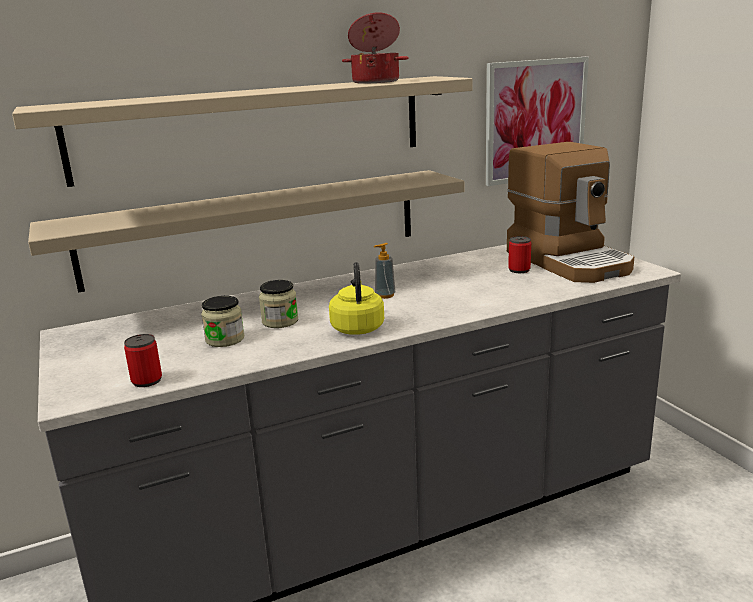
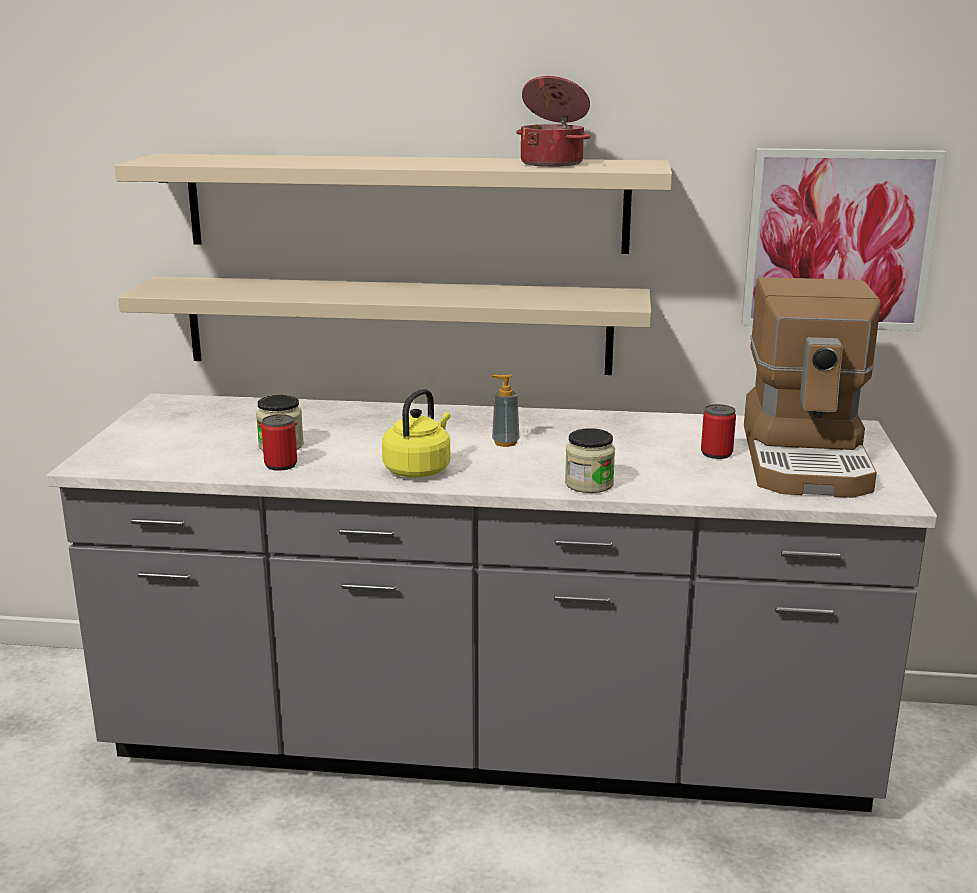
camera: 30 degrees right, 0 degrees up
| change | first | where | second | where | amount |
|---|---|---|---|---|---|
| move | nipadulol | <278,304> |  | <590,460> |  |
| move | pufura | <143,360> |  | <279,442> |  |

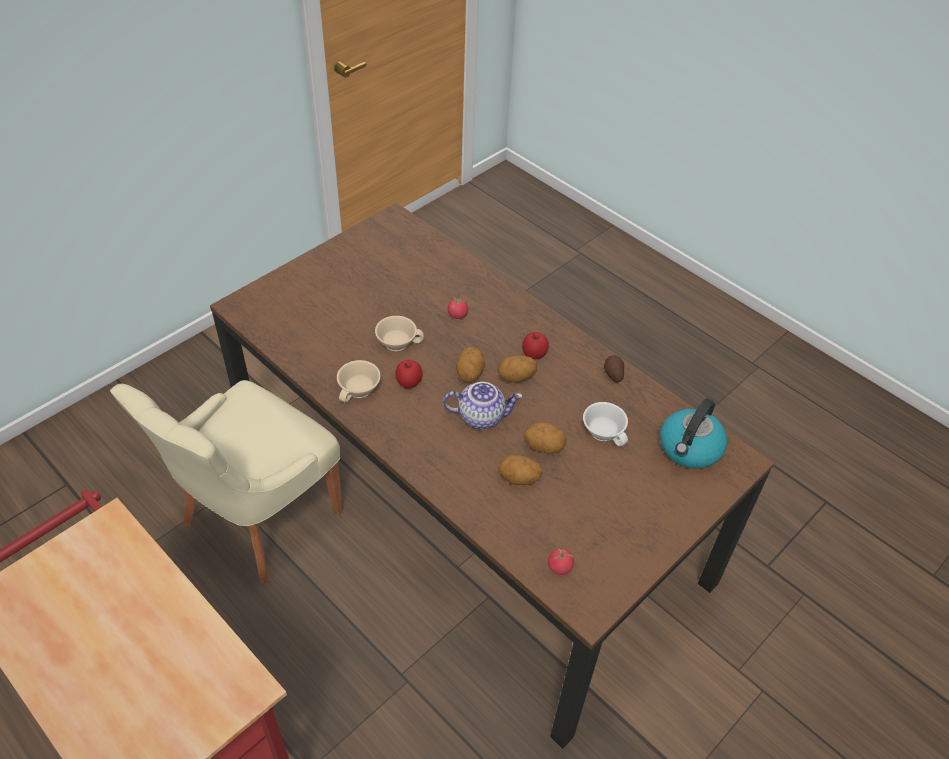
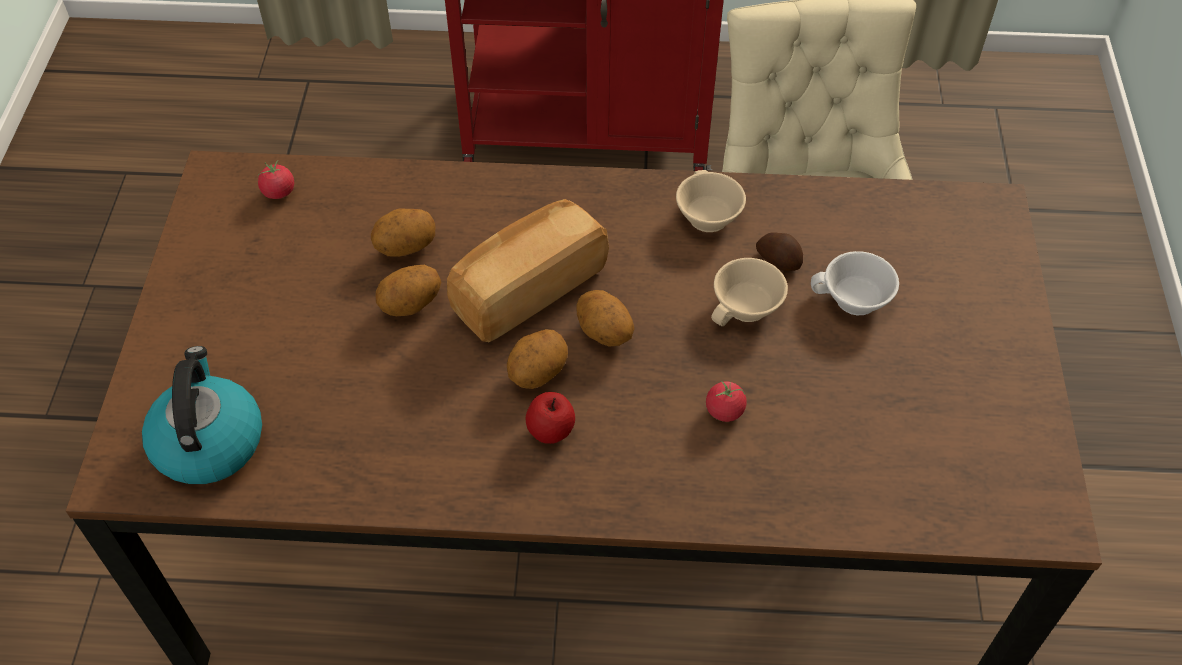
camera: 140 degrees right, 5 degrees up
| change | first | where | second | where | amount |
|---|---|---|---|---|---|
| move | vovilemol | <614,368> |  | <779,251> |  |
| delete | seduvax | <409,374> |  |  |  |
| replace | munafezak | <483,405> | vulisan | <528,270> |  |
| move | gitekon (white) | <605,424> |  | <855,283> |  |

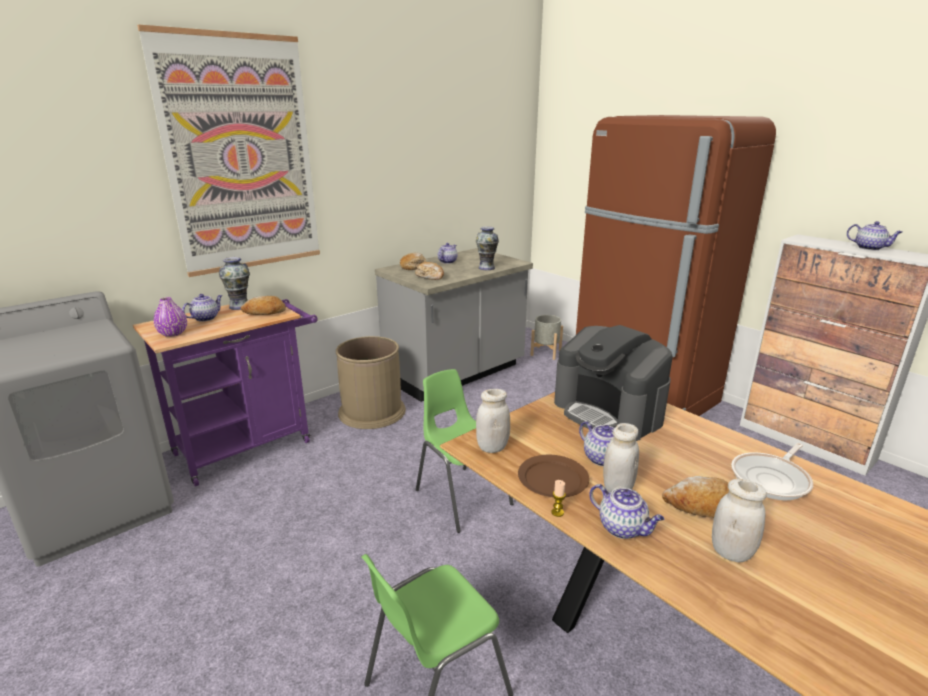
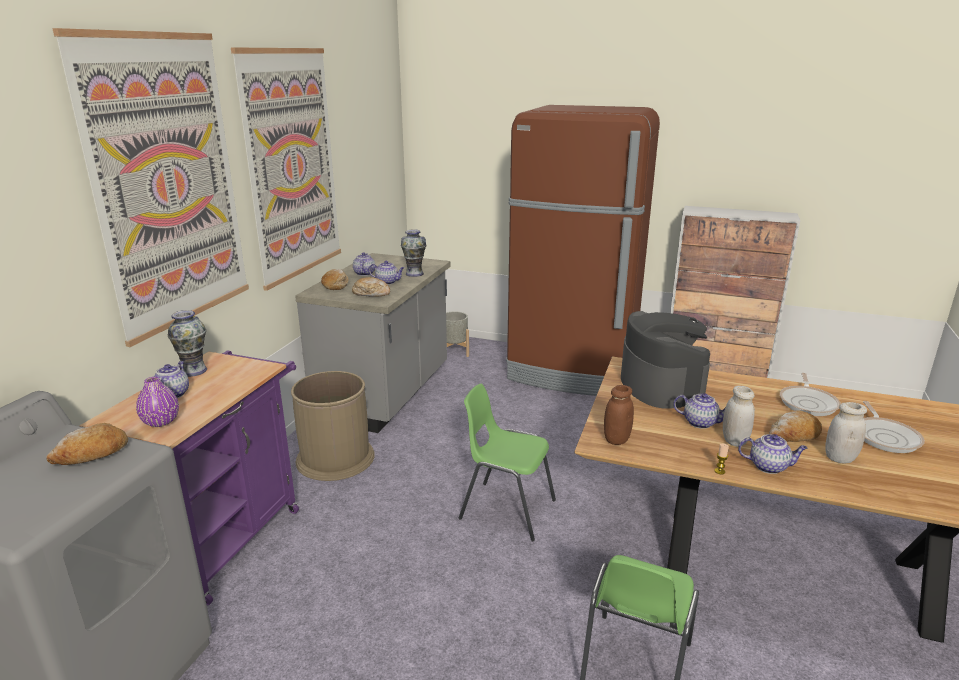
camera: 30 degrees left, 0 degrees up
| change | first | where | second | where | amount |
|---|---|---|---|---|---|
| move | munafezak | <875,235> |  | <387,273> |  |
| move | vulisan | <263,305> |  | <87,444> |  |
| rotate | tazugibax | <613,383> |  | <665,360> | 120 degrees counterclockwise |
| recolor | nipadulol (white) | <493,421> | nipadulol (brown) | <619,415> |  |
| delete | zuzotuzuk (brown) | <553,476> |  |  |  |
| insert |  |  | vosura | <286,169> |  |
| insert |  |  | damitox | <894,427> |  |

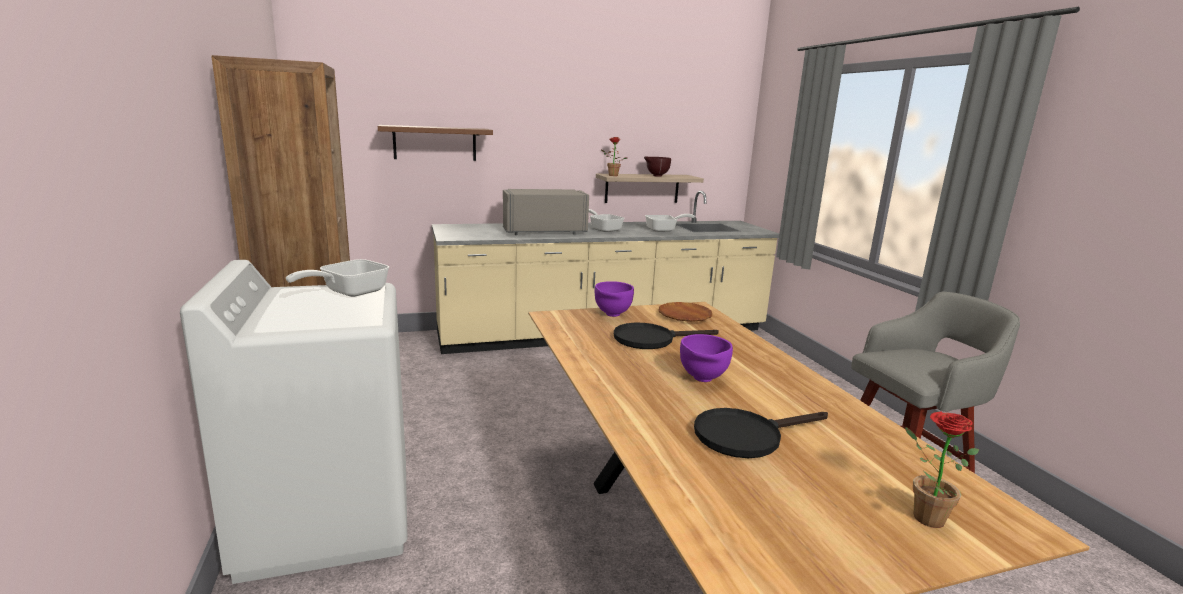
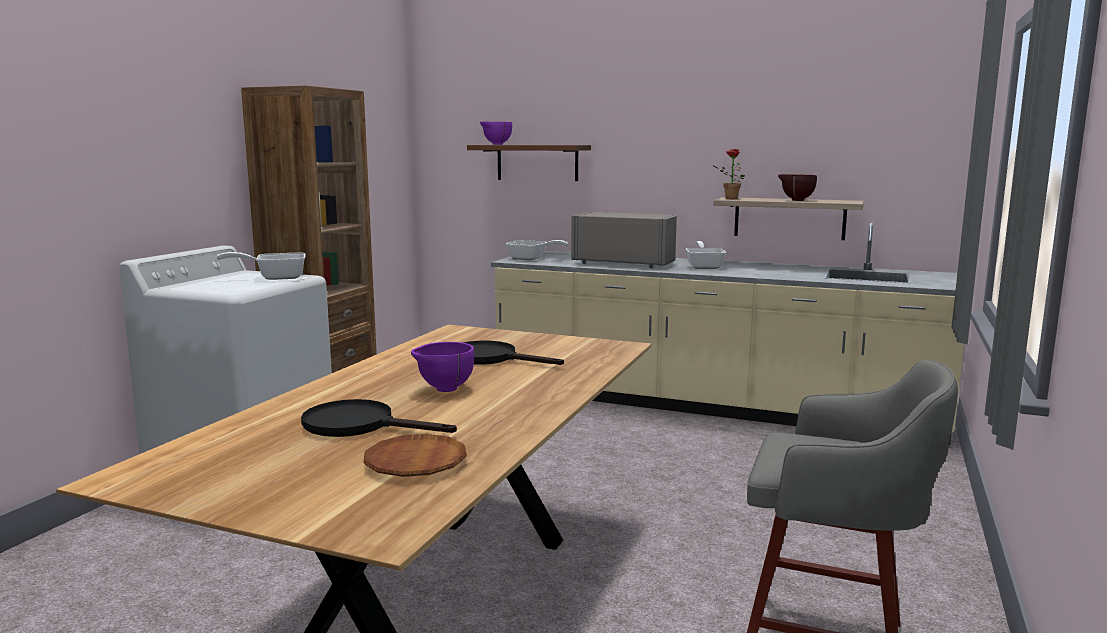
camera: 40 degrees right, 5 degrees down
| change | first | where | second | where | amount |
|---|---|---|---|---|---|
| move | damitox | <670,223> |  | <537,250> |  |
| move | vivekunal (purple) | <614,299> |  | <496,133> |  |
| move | zuzotuzuk (brown) | <685,312> |  | <415,455> |  |
| delete | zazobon | <942,470> |  |  |  |

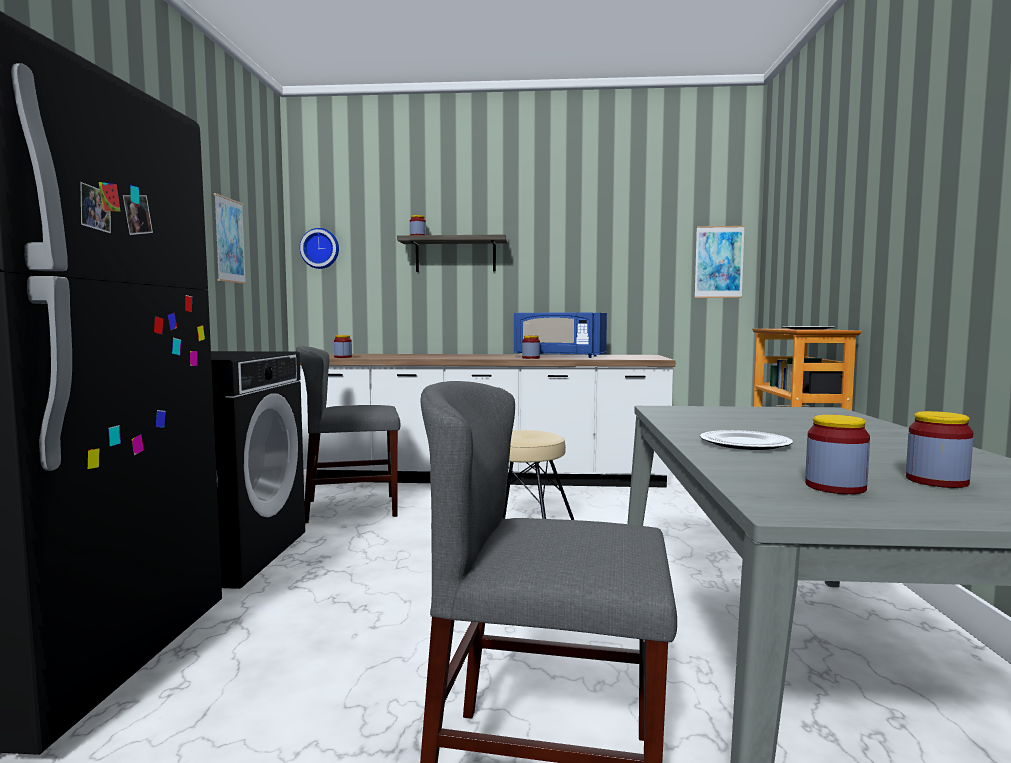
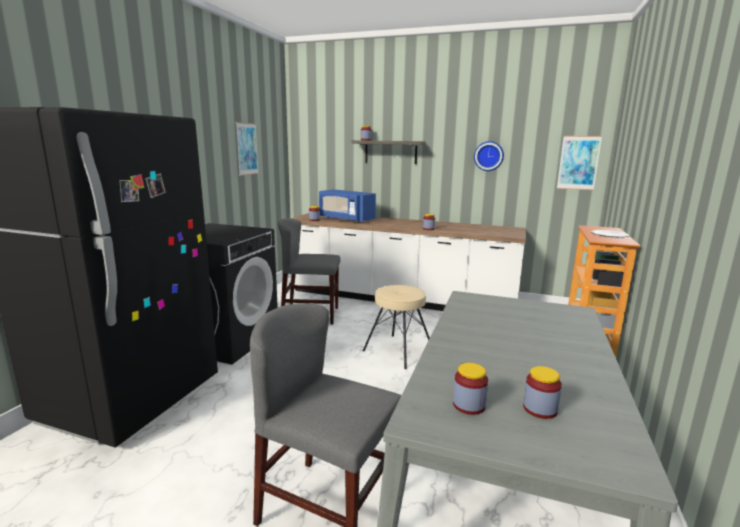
camera: 15 degrees right, 10 degrees up
| change | first | where | second | where | amount |
|---|---|---|---|---|---|
| move | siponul | <319,248> |  | <489,156> |  |
| move | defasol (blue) | <560,335> |  | <347,206> |  |
| delete | zuzotuzuk | <746,440> |  |  |  |

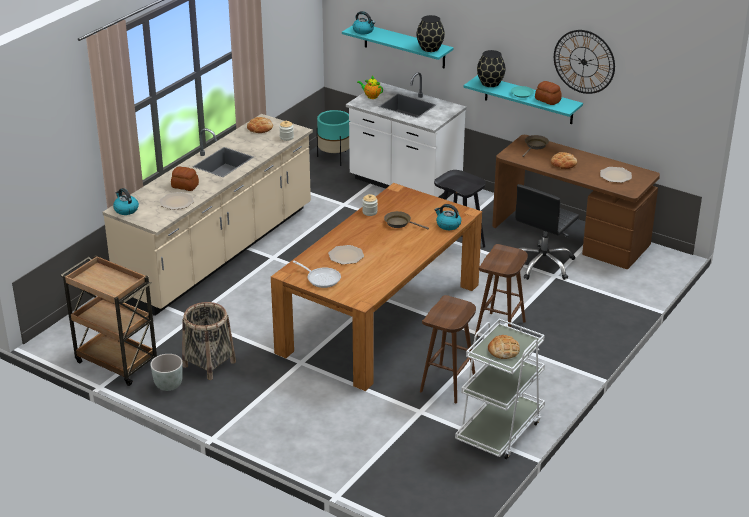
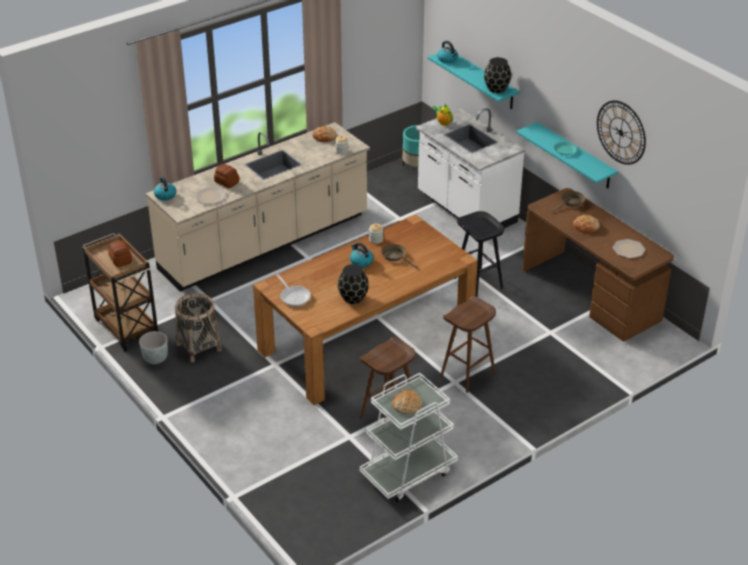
camera: 20 degrees right, 5 degrees up
| change | first | where | second | where | amount |
|---|---|---|---|---|---|
| move | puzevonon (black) | <491,68> |  | <353,284> |  |
| move | vulisan | <548,93> |  | <120,253> |  |
| delete | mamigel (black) | <547,232> |  |  |  |
| move | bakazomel | <448,217> |  | <361,255> |  |
| delete | zuzotuzuk | <346,255> |  |  |  |

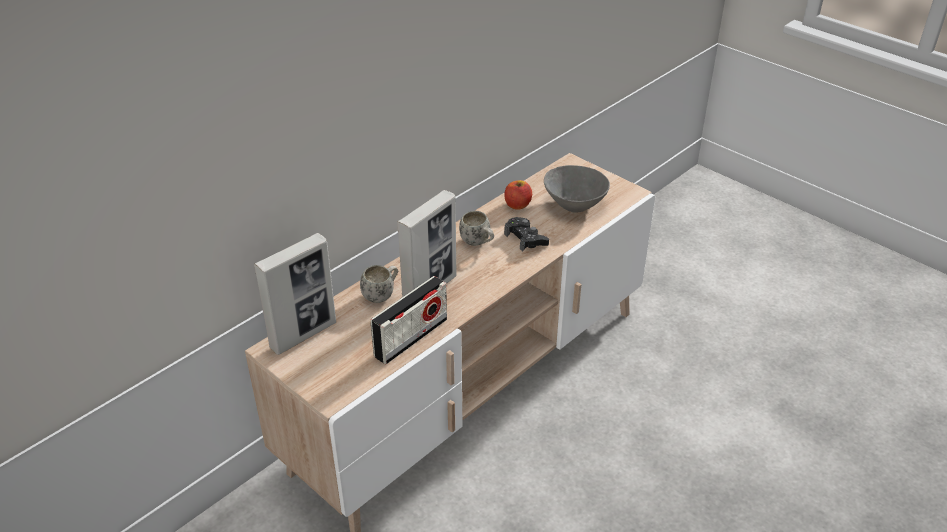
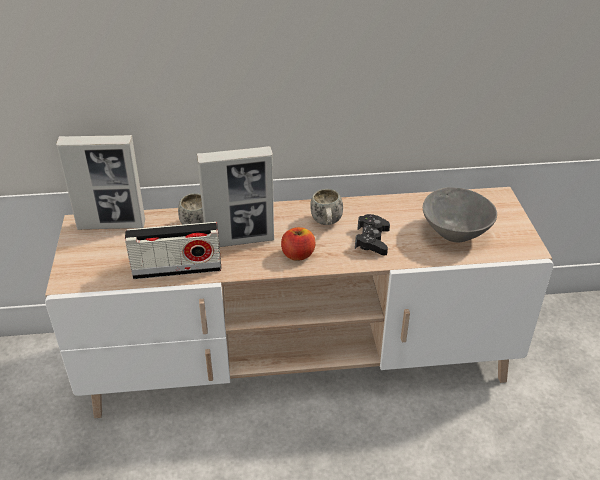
camera: 40 degrees right, 0 degrees up
| change | first | where | second | where | amount |
|---|---|---|---|---|---|
| move | seduvax | <518,195> |  | <298,244> |  |

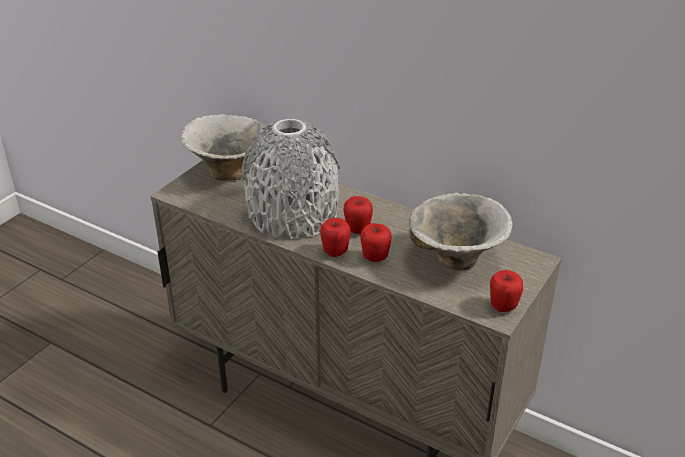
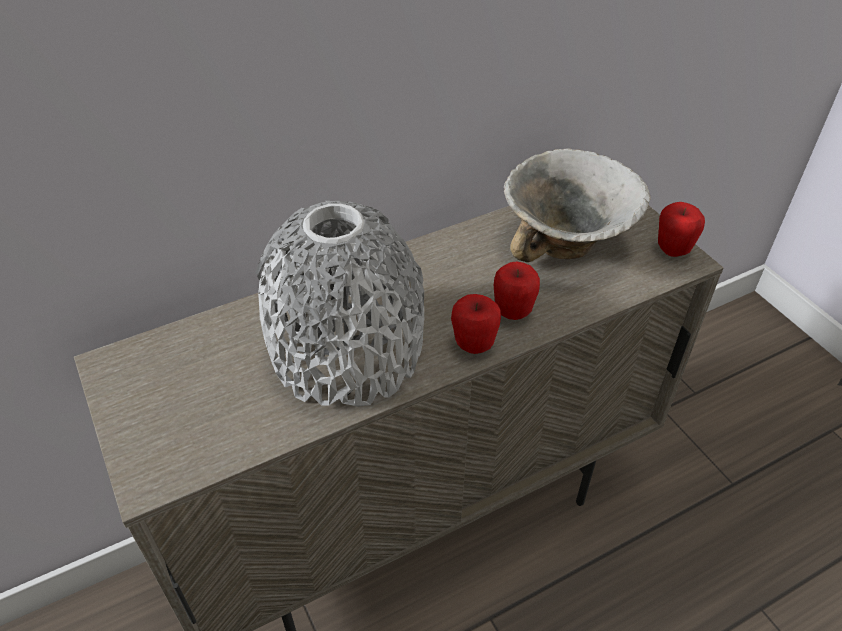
camera: 60 degrees left, 10 degrees up
| change | first | where | second | where | amount |
|---|---|---|---|---|---|
| delete | vivekunal | <225,147> |  |  |  |
| delete | seduvax | <358,215> |  |  |  |

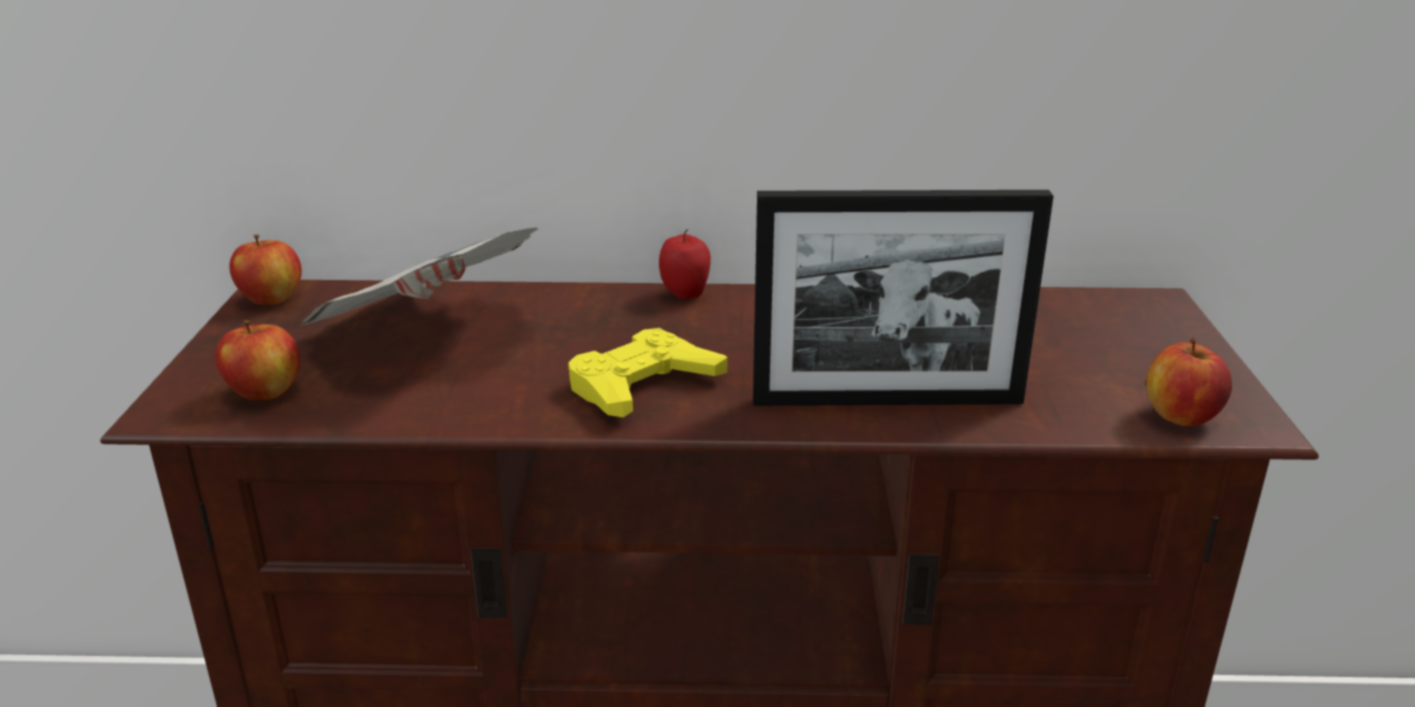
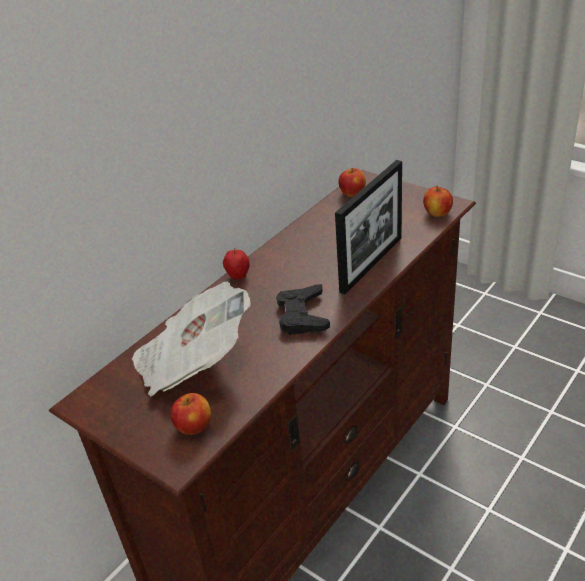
camera: 50 degrees left, 10 degrees up
| change | first | where | second | where | amount |
|---|---|---|---|---|---|
| move | seduvax | <265,269> |  | <352,182> |  |
| recolor | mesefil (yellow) | <647,372> | mesefil (black) | <303,309> |  |

